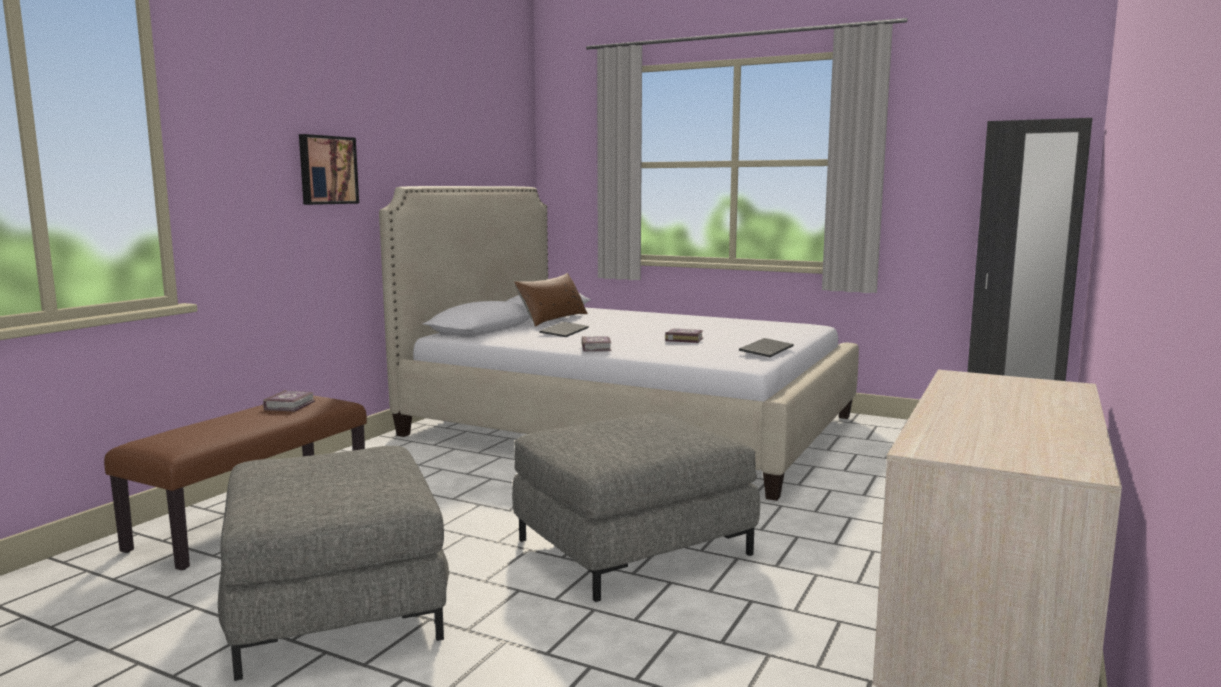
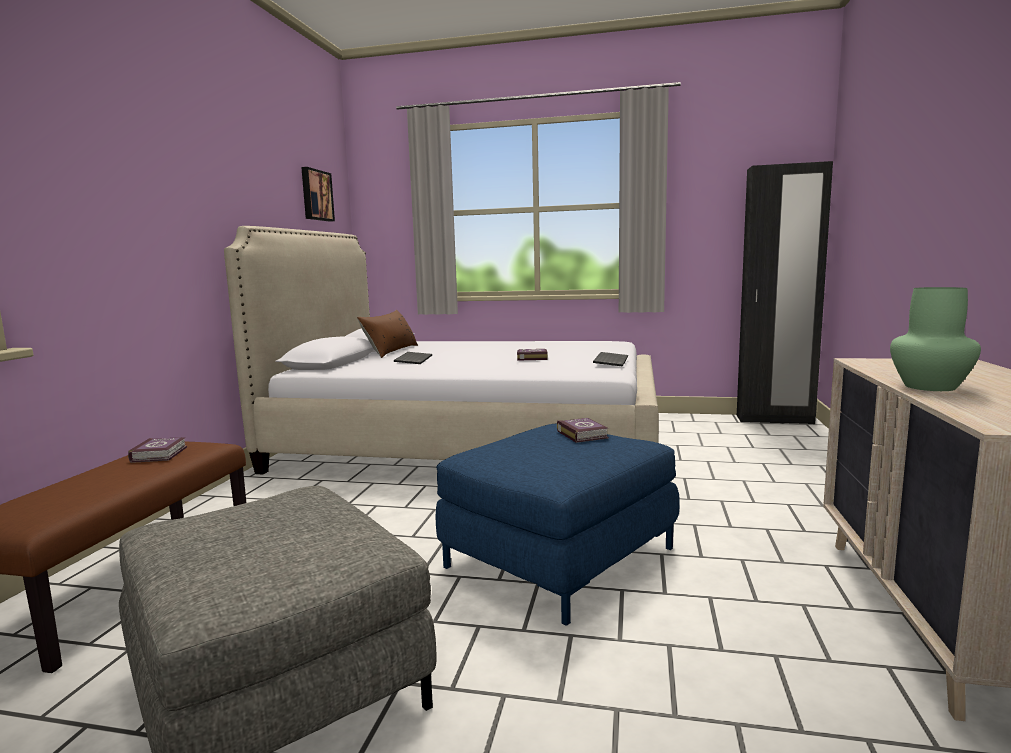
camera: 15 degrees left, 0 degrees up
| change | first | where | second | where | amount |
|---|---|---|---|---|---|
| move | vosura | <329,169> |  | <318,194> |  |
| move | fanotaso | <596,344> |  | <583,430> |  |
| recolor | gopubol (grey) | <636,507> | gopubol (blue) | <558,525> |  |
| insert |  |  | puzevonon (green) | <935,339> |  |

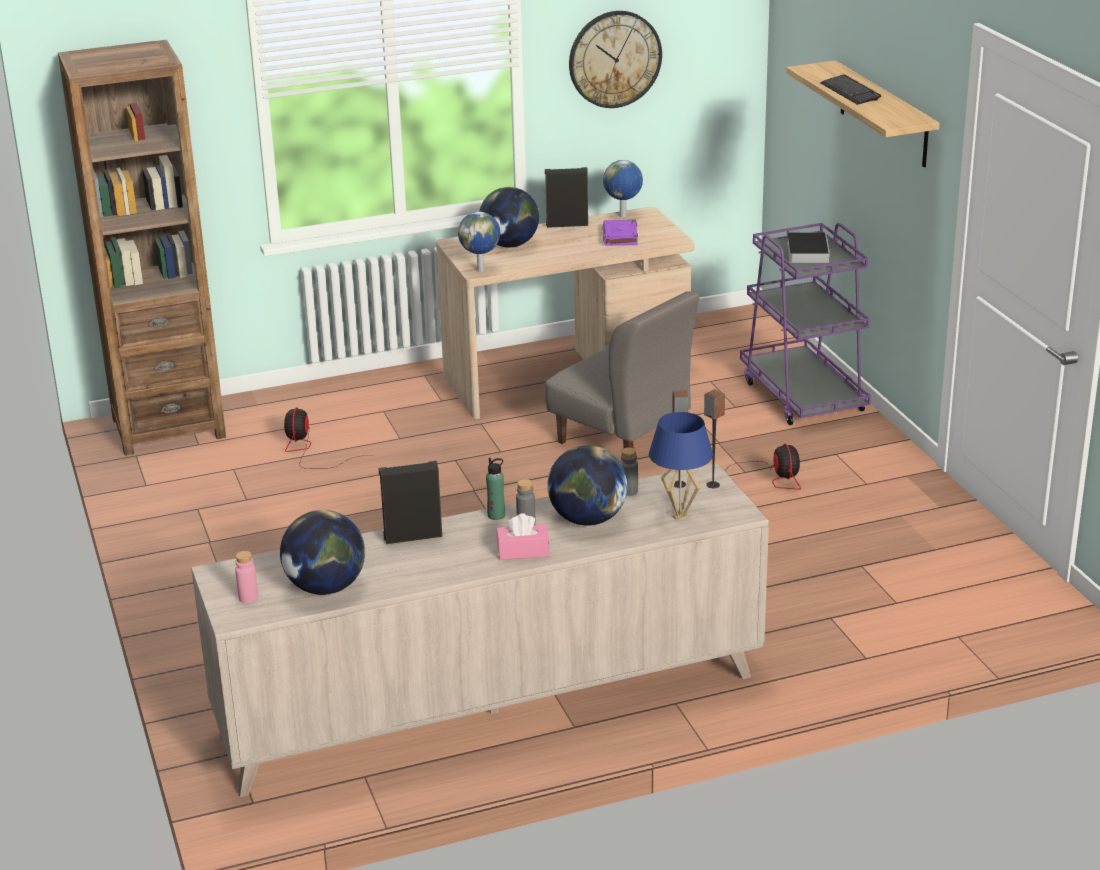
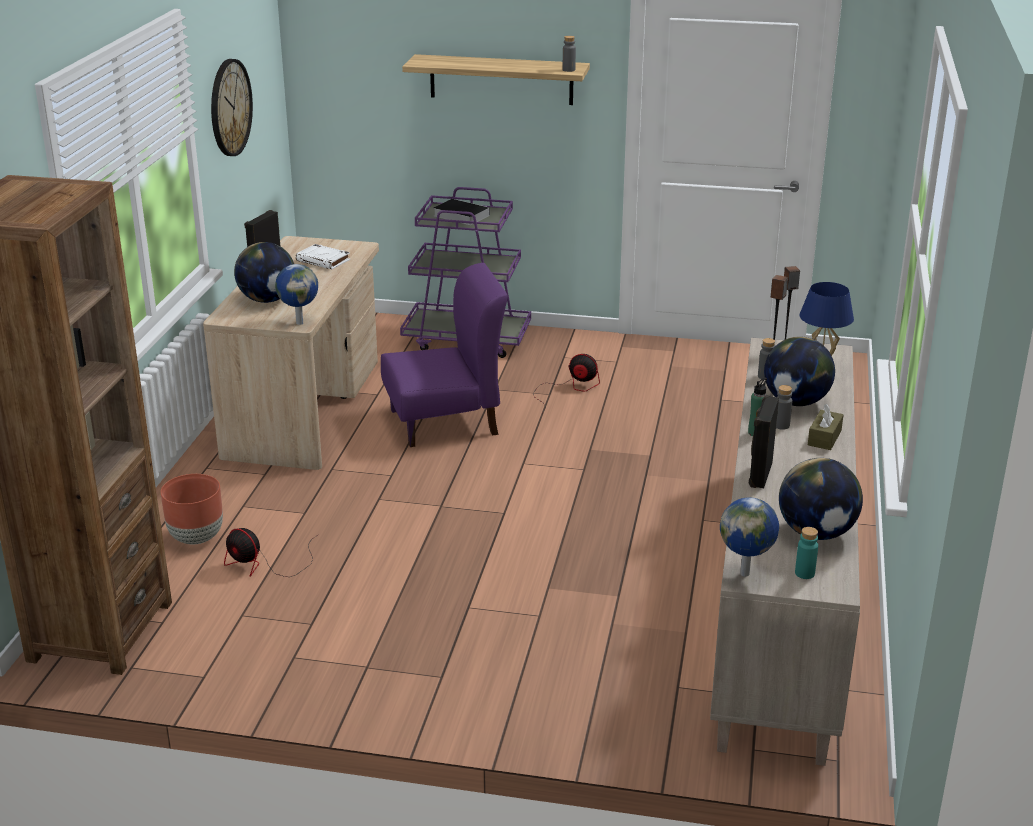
camera: 60 degrees left, 0 degrees up
| change | first | where | second | where | amount |
|---|---|---|---|---|---|
| delete | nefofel | <850,90> |  |  |  |
| move | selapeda | <623,188> |  | <749,537> |  |
| recolor | fanotaso (purple) | <620,233> | fanotaso (white) | <323,256> |  |
| recolor | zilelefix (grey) | <622,369> | zilelefix (purple) | <444,355> |  |
| recolor | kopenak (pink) | <523,536> | kopenak (brown) | <825,427> |  |
| recolor | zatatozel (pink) | <246,577> | zatatozel (turquoise) | <806,553> |  |
| insert |  |  | zatatozel (grey) | <569,54> |  |
| insert |  |  | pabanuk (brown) | <191,509> |  |

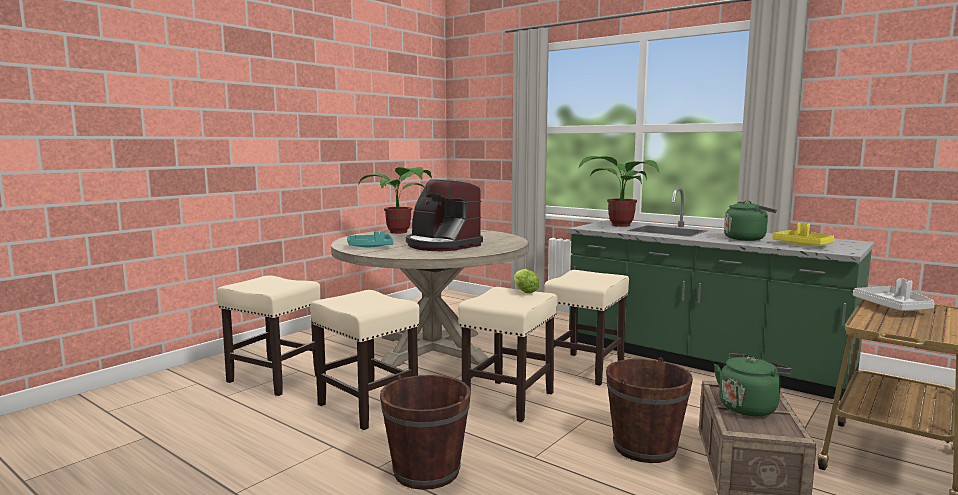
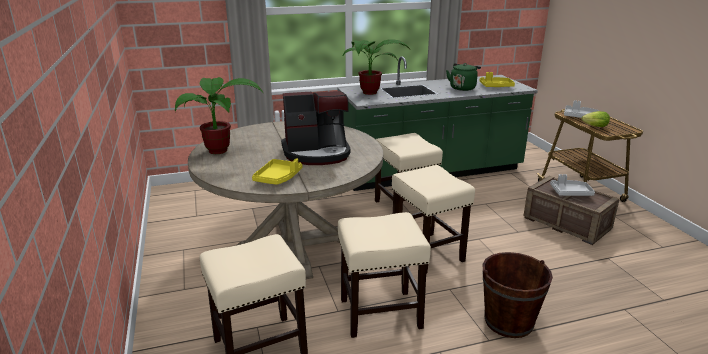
camera: 55 degrees left, 15 degrees up
| change | first | where | second | where | amount |
|---|---|---|---|---|---|
| recolor | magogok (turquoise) | <370,239> | magogok (yellow) | <277,171> |  |
| move | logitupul | <526,281> |  | <595,119> |  |
| replace | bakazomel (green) | <752,384> | magogok (grey) | <572,185> |  |
| delete | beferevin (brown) | <649,410> |  |  |  |

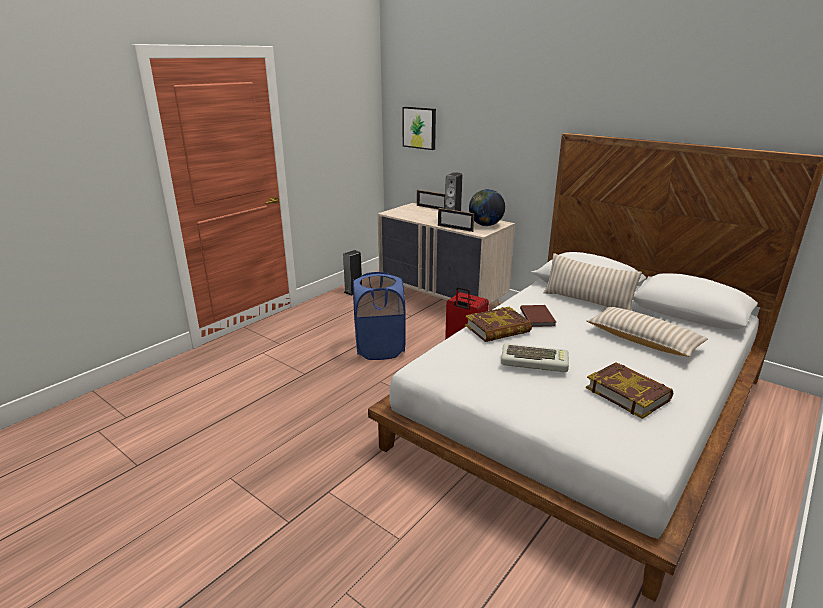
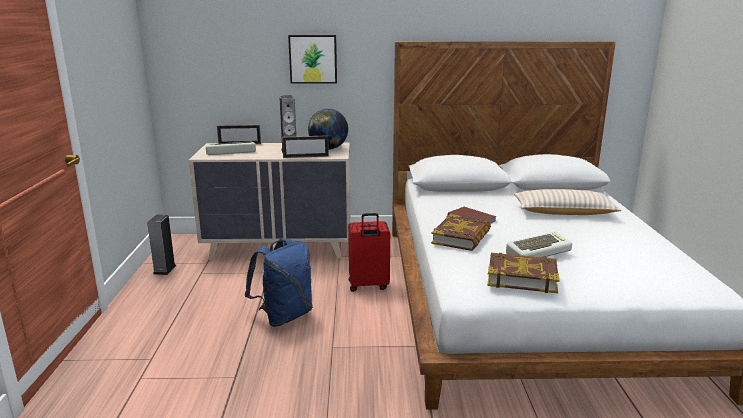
camera: 40 degrees left, 5 degrees down
| change | first | where | second | where | amount |
|---|---|---|---|---|---|
| move | vosura | <419,128> |  | <312,59> |  |
| delete | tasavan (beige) | <593,281> |  |  |  |
| replace | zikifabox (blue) | <379,316> | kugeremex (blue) | <279,283> |  |
| move | fanotaso | <629,390> |  | <523,273> |  |
| insert |  |  | nefofel | <231,148> |  |

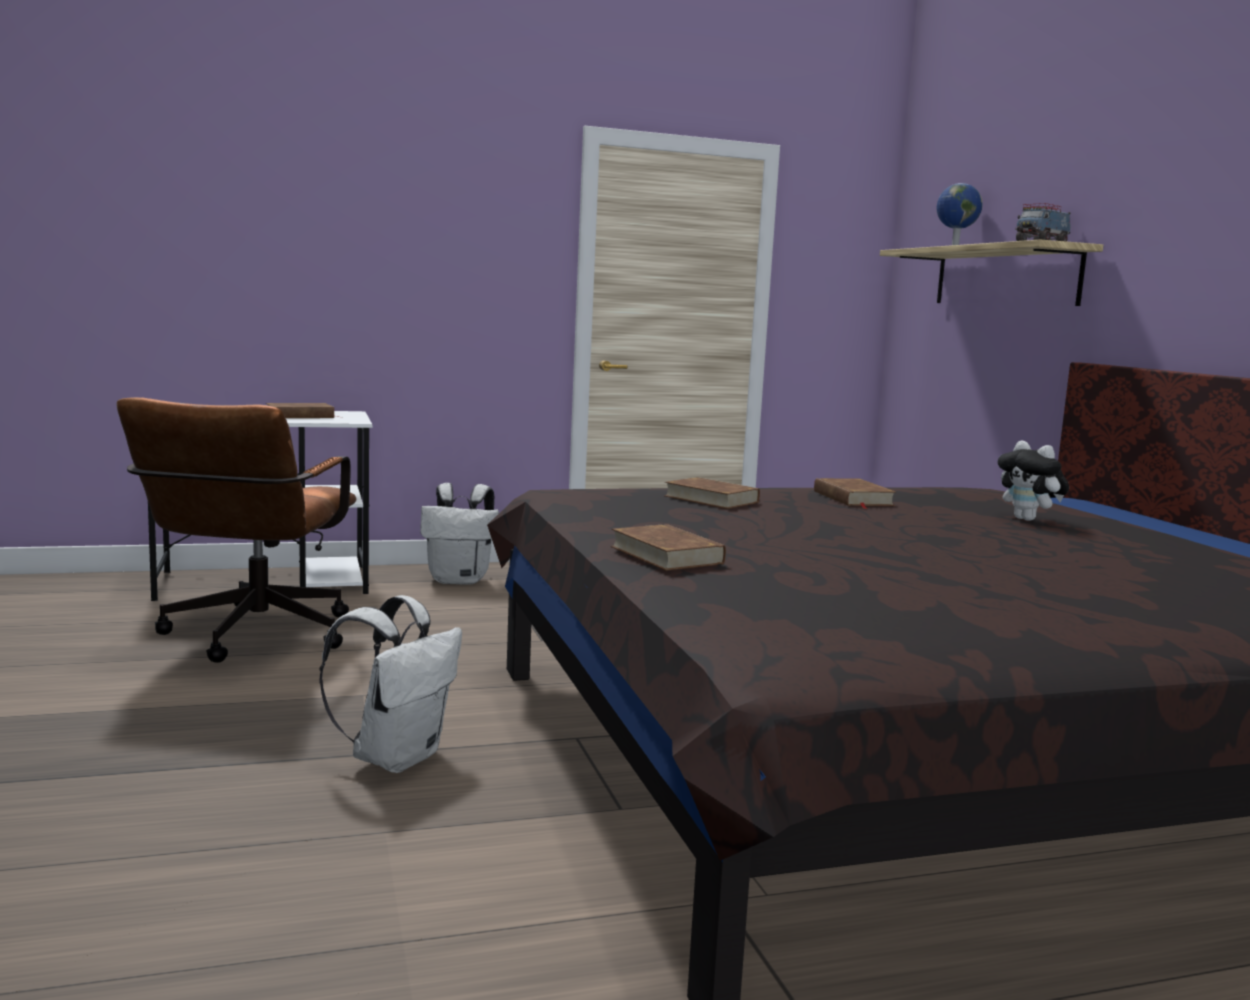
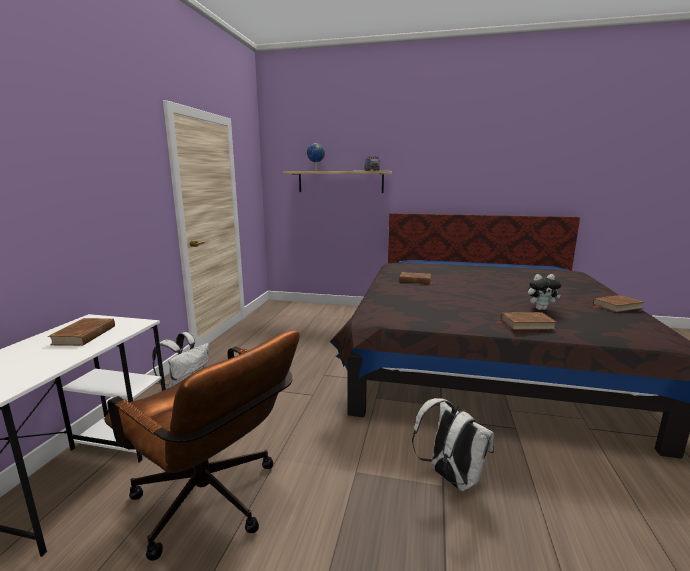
camera: 60 degrees left, 5 degrees up
| change | first | where | second | where | amount |
|---|---|---|---|---|---|
| move | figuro | <1033,480> |  | <544,292> |  |
| move | fanotaso (brown) | <712,493> |  | <618,303> |  |

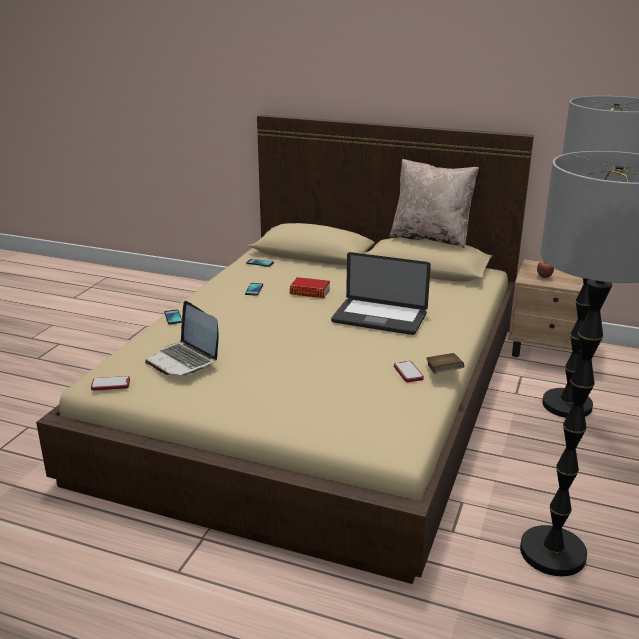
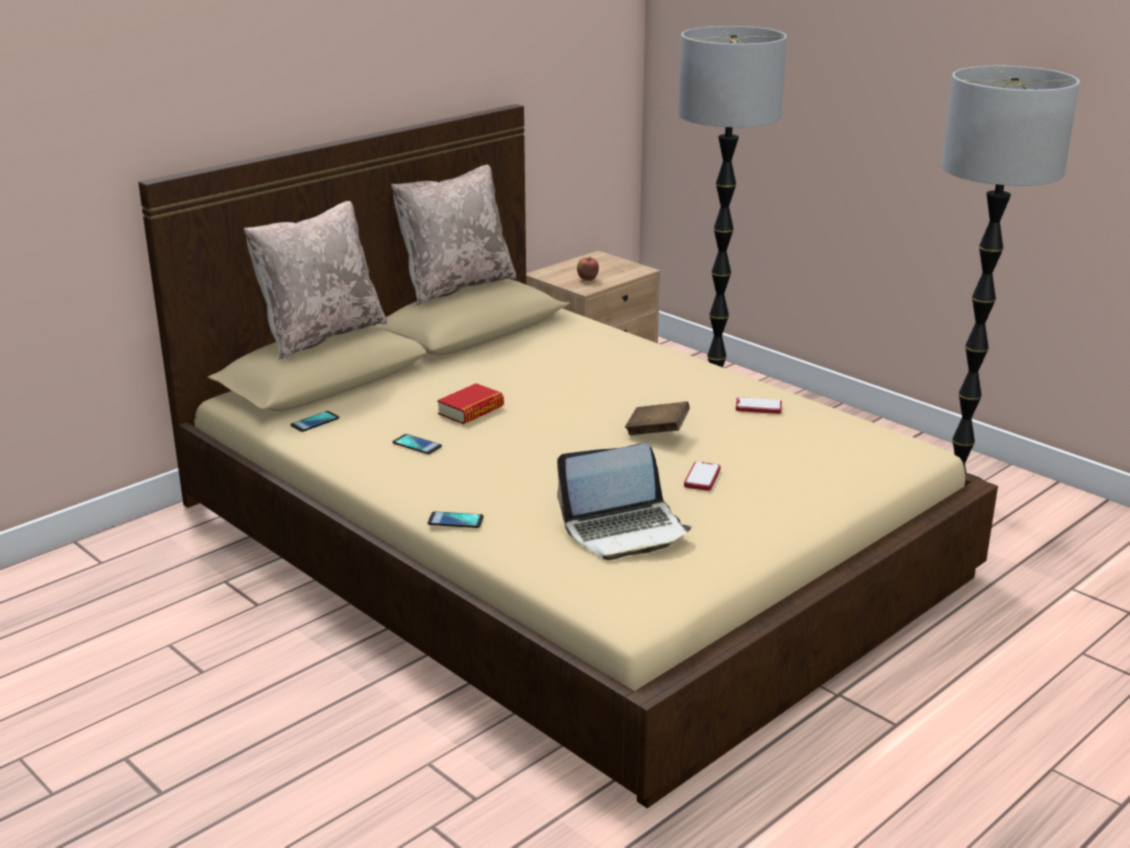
camera: 65 degrees left, 0 degrees up
| change | first | where | second | where | amount |
|---|---|---|---|---|---|
| delete | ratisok | <381,293> |  |  |  |
| move | fanotaso (brown) | <445,363> |  | <657,418> |  |
| move | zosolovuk | <110,383> |  | <702,476> |  |
| insert |  |  | tasavan (beige) | <315,280> |  |

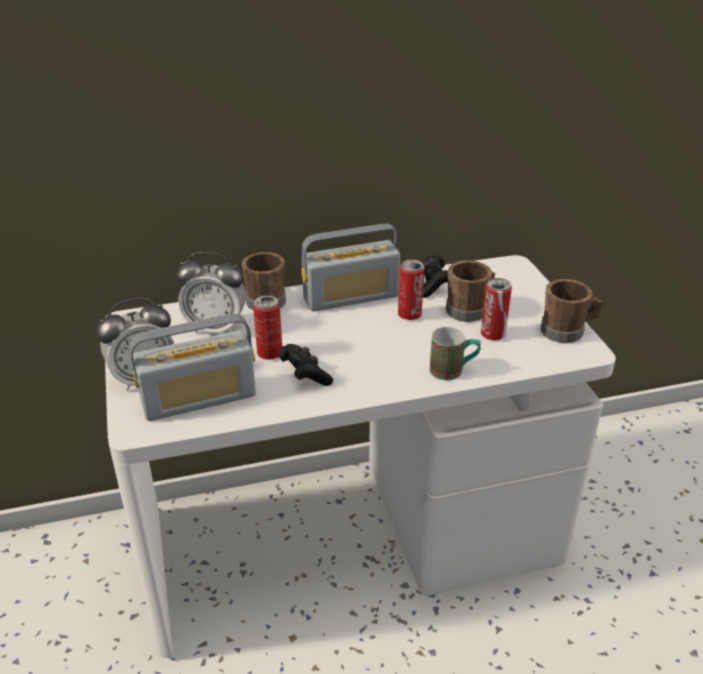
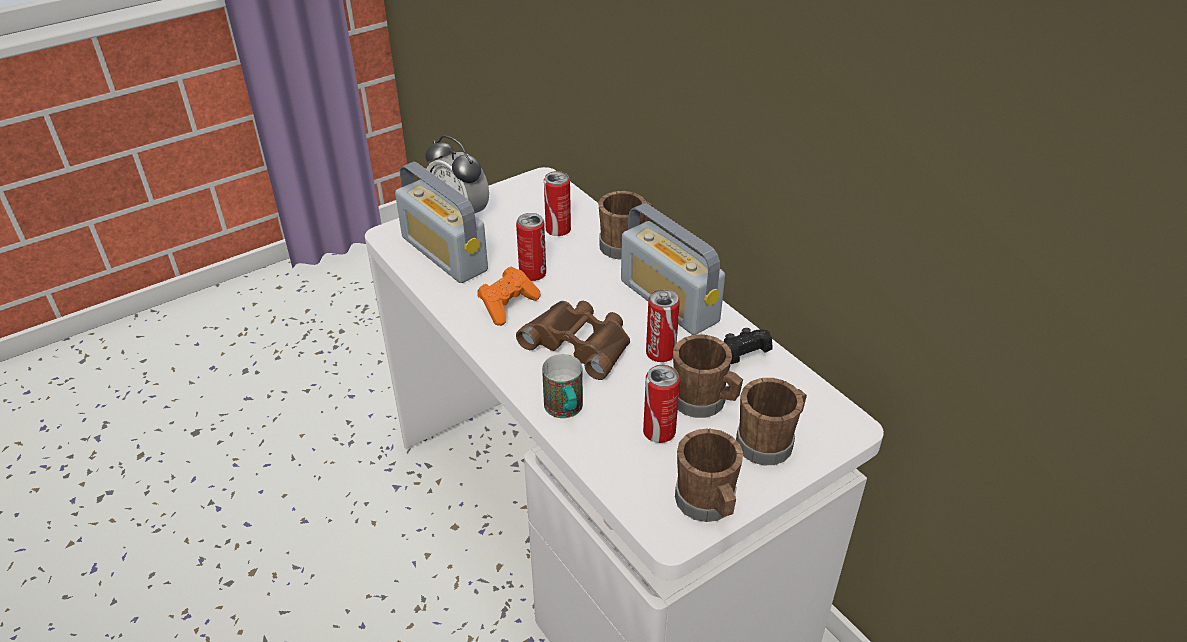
camera: 70 degrees right, 5 degrees up
| change | first | where | second | where | amount |
|---|---|---|---|---|---|
| replace | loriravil | <211,292> | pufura | <557,203> |  |
| recolor | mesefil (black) | <306,365> | mesefil (orange) | <508,296> |  |
| insert |  |  | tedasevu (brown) | <573,340> |  |
| insert |  |  | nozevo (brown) | <771,421> |  |

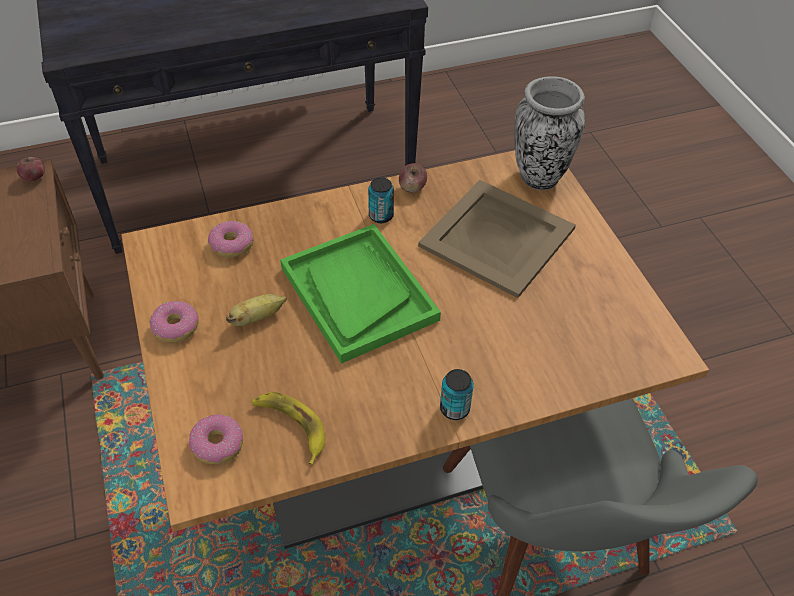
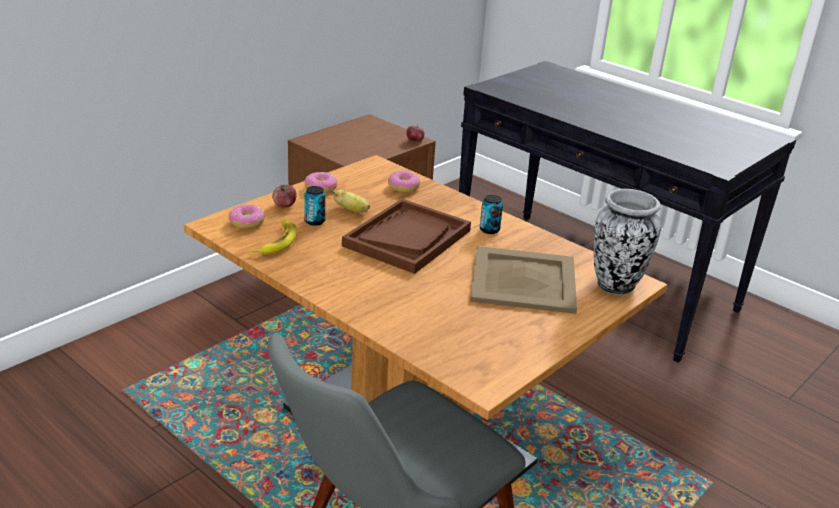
camera: 60 degrees right, 20 degrees down
| change | first | where | second | where | amount |
|---|---|---|---|---|---|
| move | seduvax | <413,178> |  | <284,196> |  |
| recolor | magogok (green) | <360,294> | magogok (brown) | <406,236> |  |
| move | pufura | <457,394> |  | <315,206> |  |

